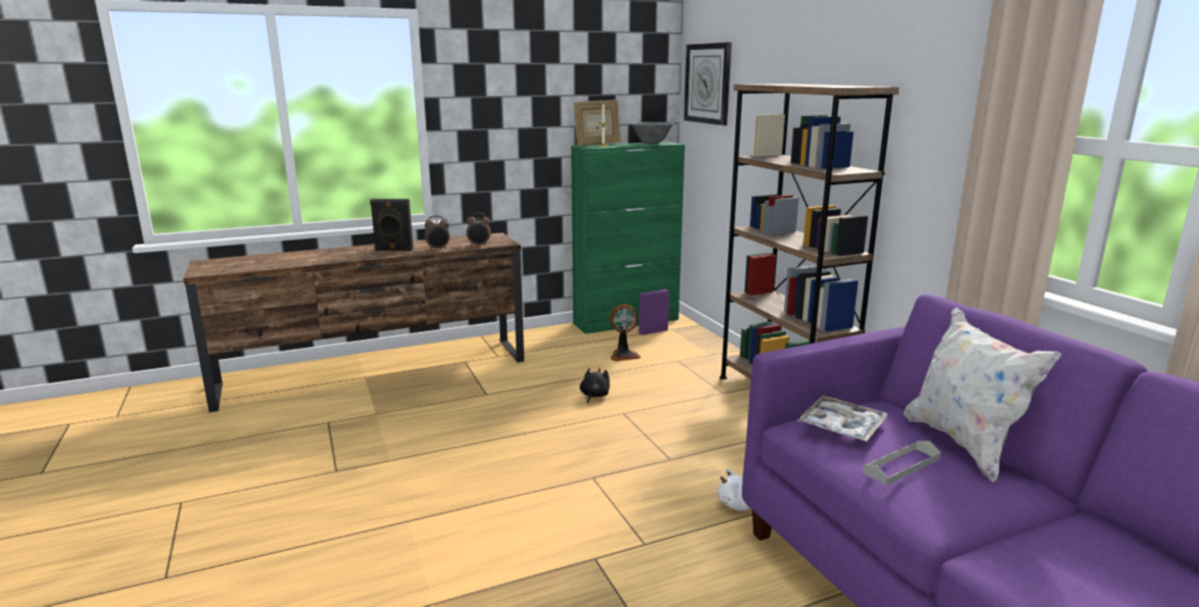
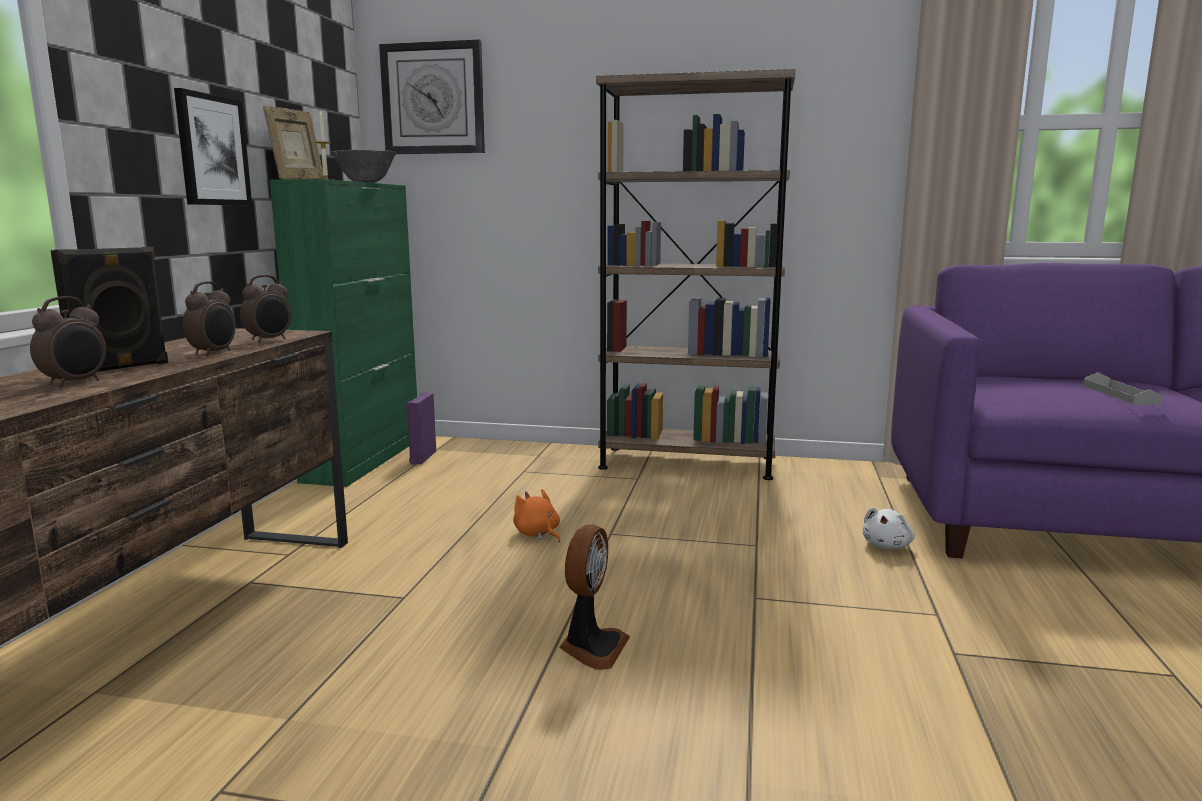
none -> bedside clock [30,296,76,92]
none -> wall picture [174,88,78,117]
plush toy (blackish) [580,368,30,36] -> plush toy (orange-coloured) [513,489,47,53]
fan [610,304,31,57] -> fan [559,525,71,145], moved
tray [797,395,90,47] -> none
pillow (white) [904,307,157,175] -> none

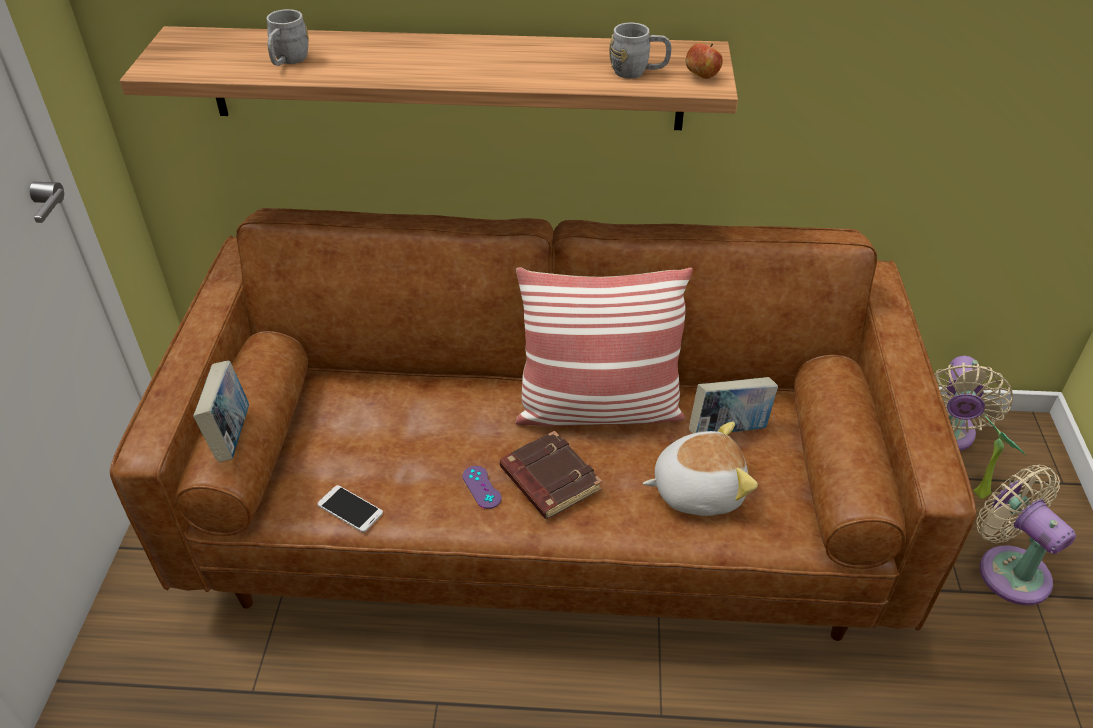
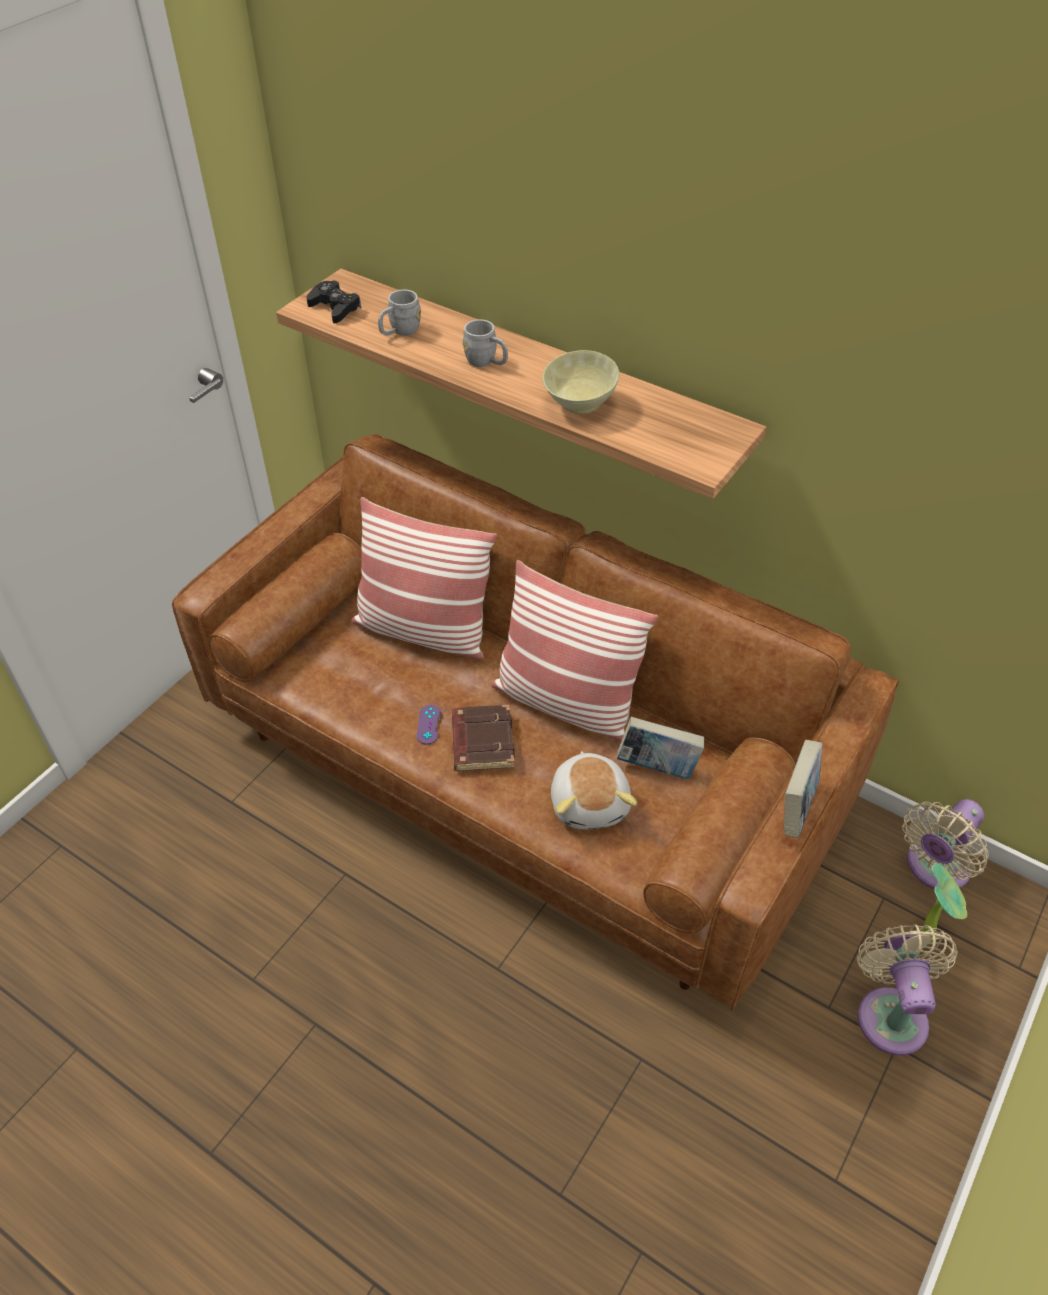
none -> game controller (blackish) [307,281,54,43]
none -> pillow [351,497,146,163]
mug (grey) [609,23,62,56] -> mug (grey) [462,319,46,48], moved
none -> bowl (beige) [543,350,76,64]
plush toy [643,422,115,94] -> plush toy [551,751,86,78], 60 degrees clockwise
bound book [193,361,56,102] -> bound book [784,740,39,98], moved
telephone [317,485,66,47] -> none
apple [686,43,37,36] -> none

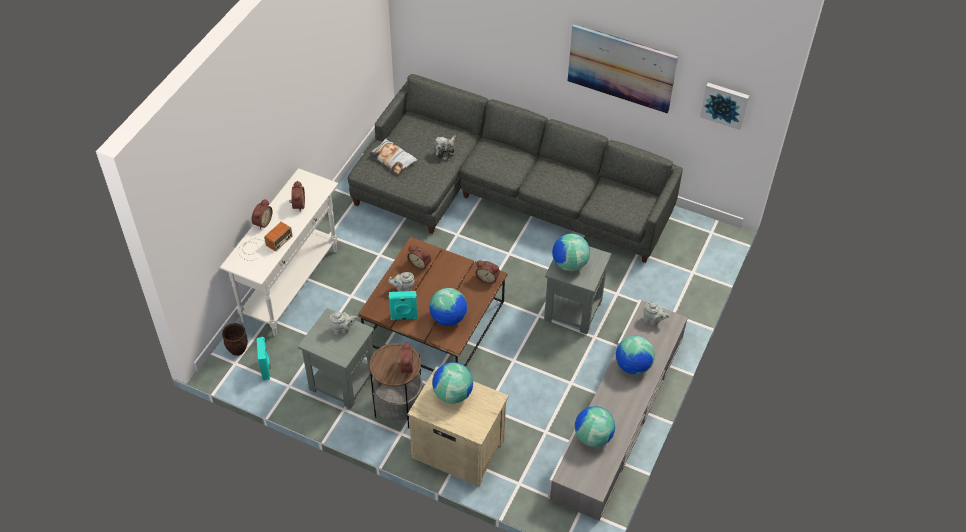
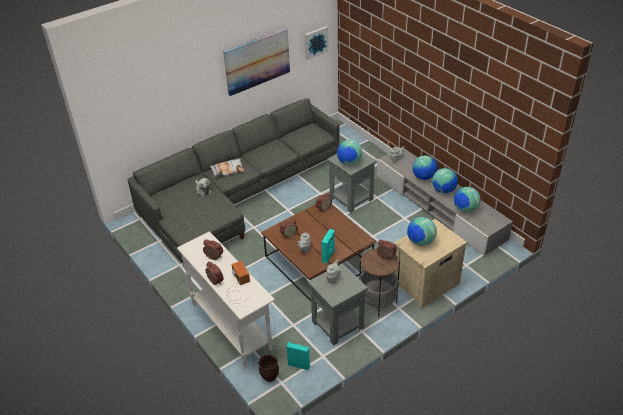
pillow [369,138,48,36] -> pillow [210,159,35,19], moved
globe [429,288,38,38] -> globe [432,168,26,25], moved

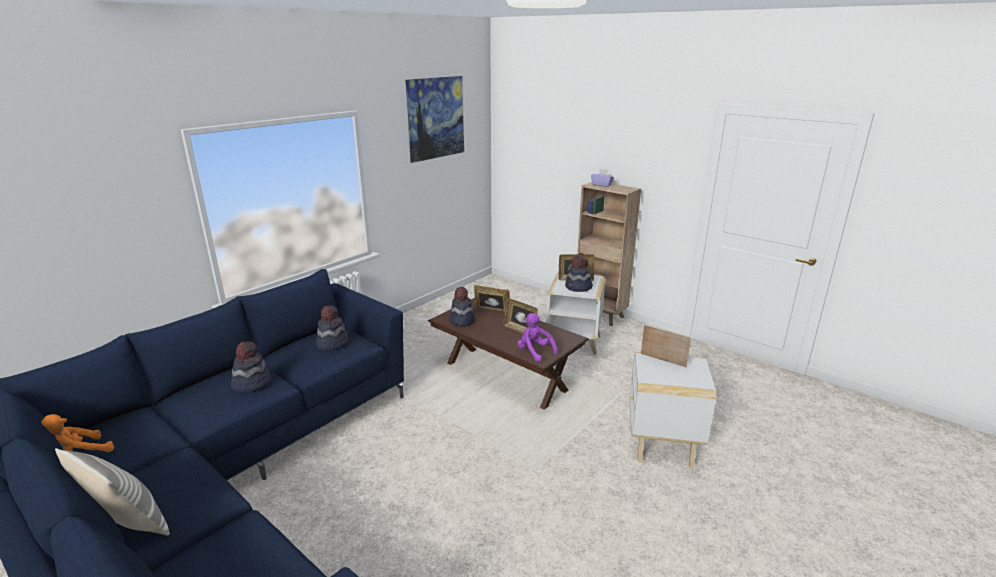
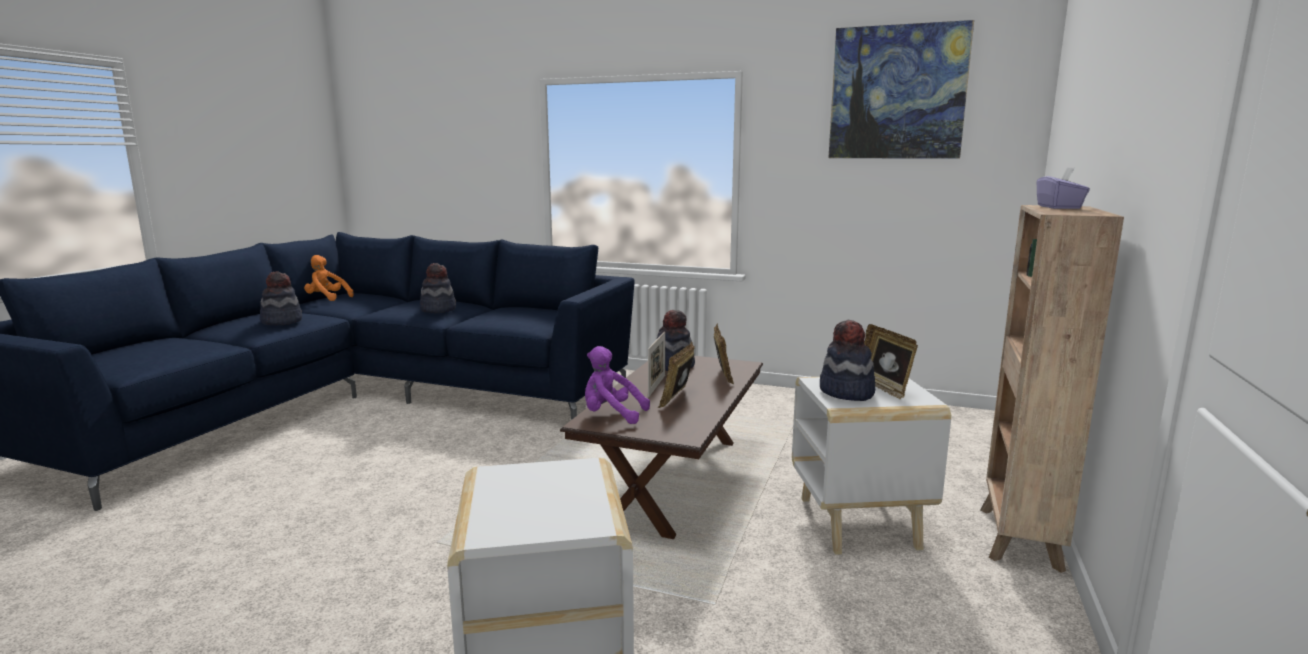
clothing hat [316,305,32,46] -> clothing hat [260,271,42,55], moved
plush toy (purple-coloured) [517,313,41,49] -> plush toy (purple-coloured) [585,346,65,78], 105 degrees counterclockwise
standing frame [641,324,51,44] -> standing frame [648,332,17,65], moved
pillow [55,448,115,88] -> none

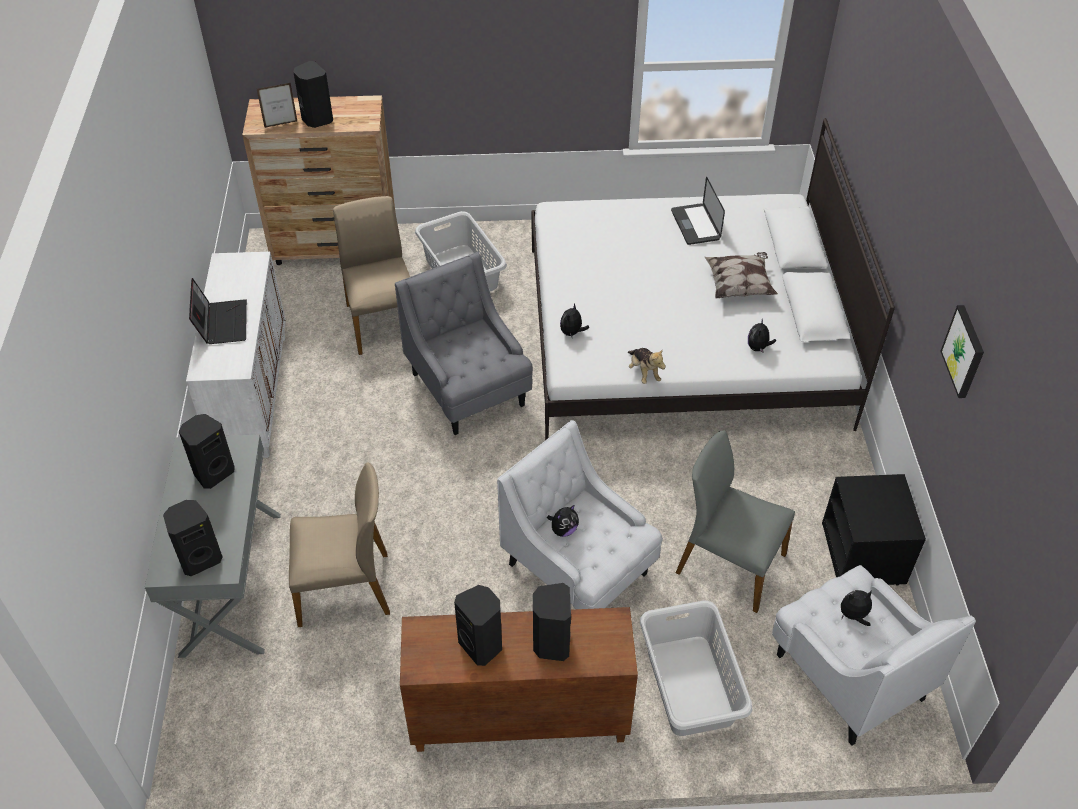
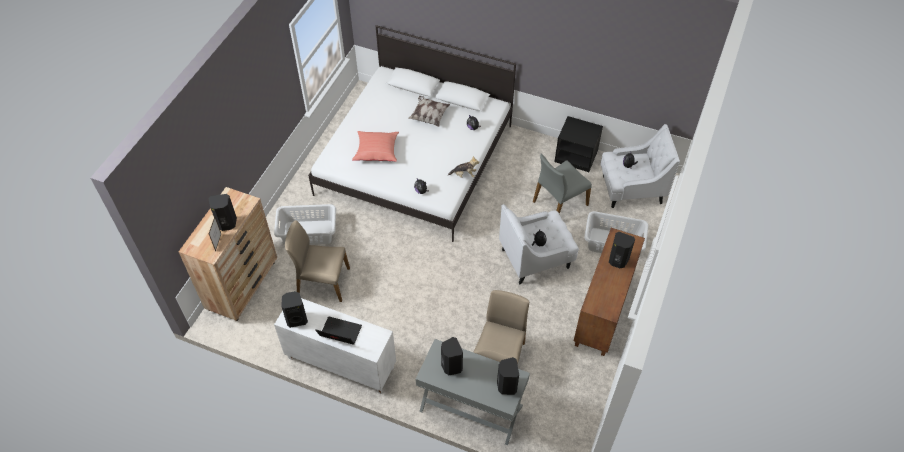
speaker (blackish) [454,585,48,81] -> speaker (blackish) [281,291,27,37], moved
none -> pillow (reddish) [352,131,47,30]
lounge chair (grey) [395,252,138,183] -> none
portable computer [671,177,54,68] -> none
wall picture [940,305,44,93] -> none

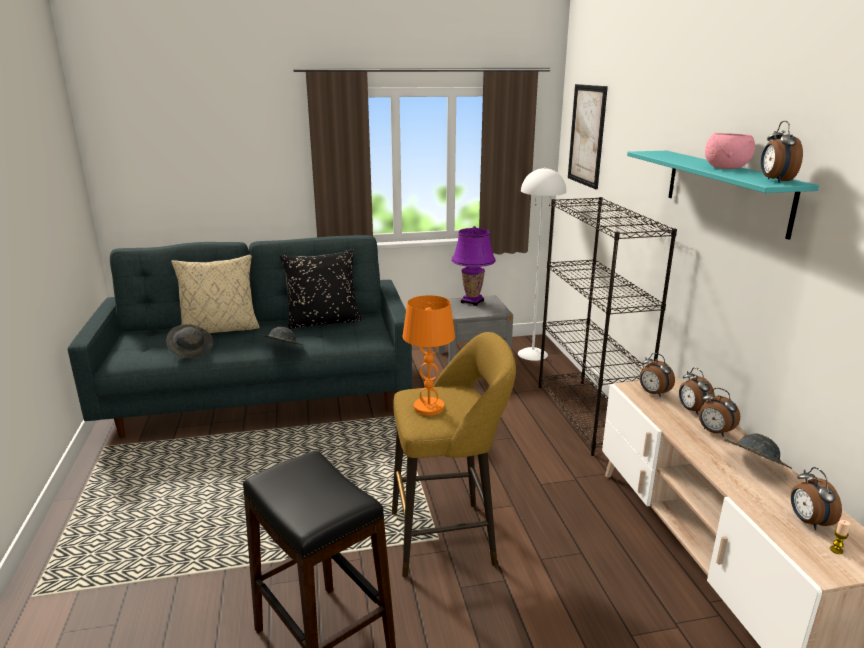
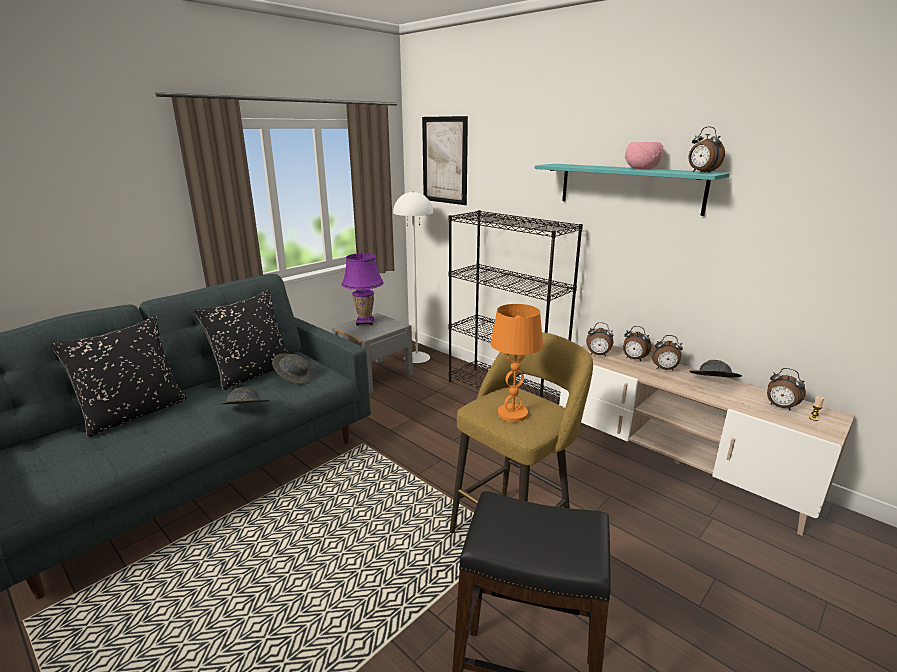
pillow (beige) [171,255,89,78] -> pillow (blackish) [50,316,137,121]
clothing hat (grey) [166,324,47,34] -> clothing hat (grey) [272,353,44,31], moved

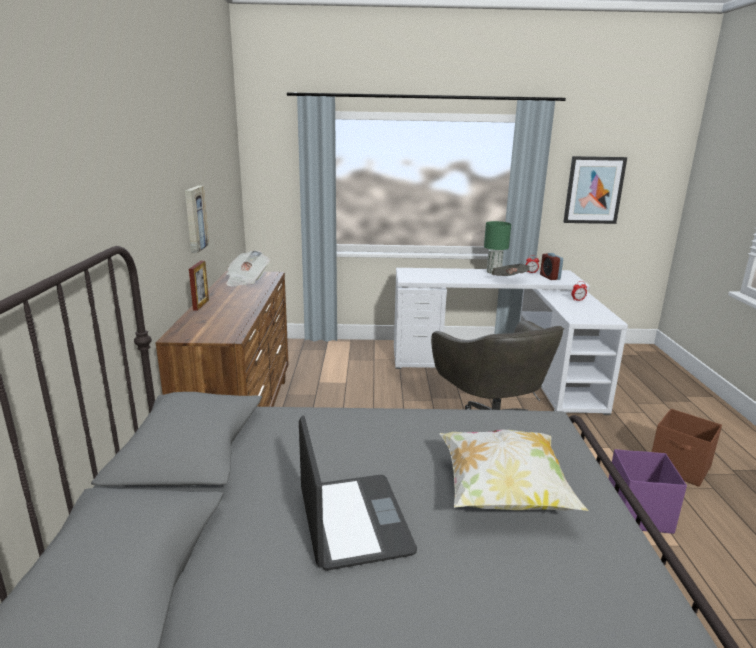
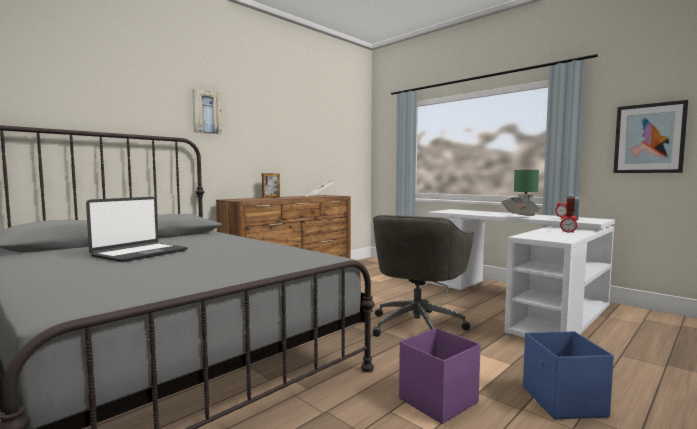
wall picture [185,186,24,67] -> wall picture [192,89,30,45], moved
storage container (brown) [652,409,70,78] -> storage container (bluish) [523,331,91,88]
pillow [440,430,149,81] -> none

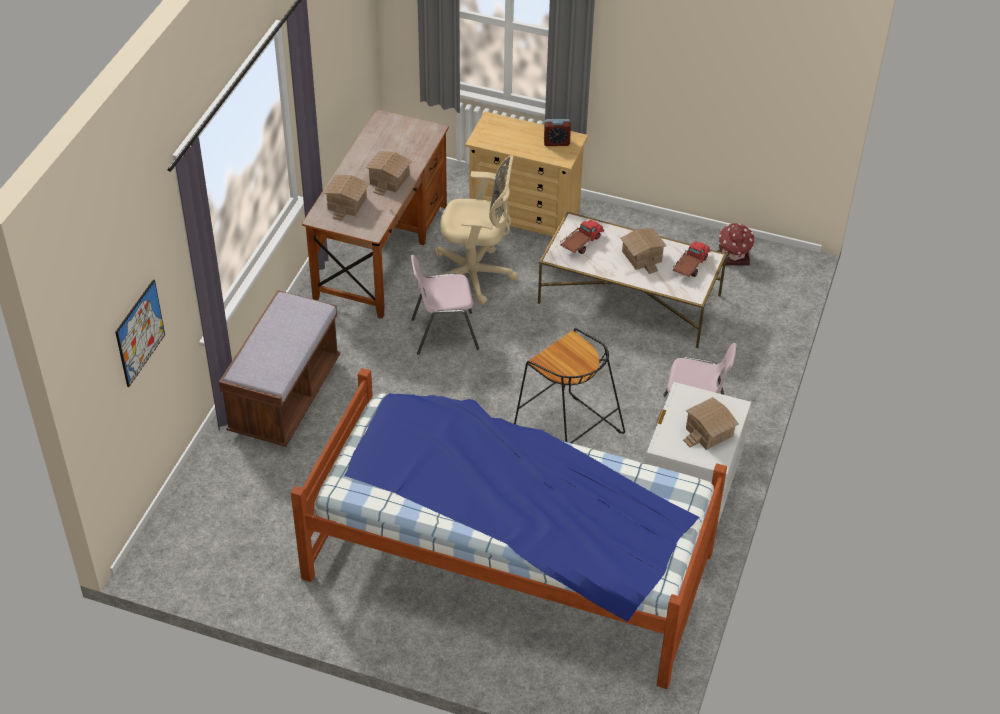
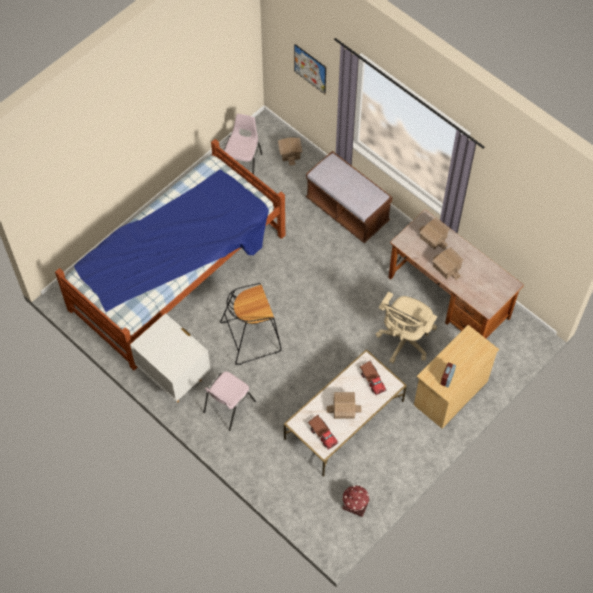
chair (pink) [411,255,68,100] -> chair (pink) [223,114,40,61], moved
miniature house [683,397,56,53] -> miniature house [278,137,24,29], moved

